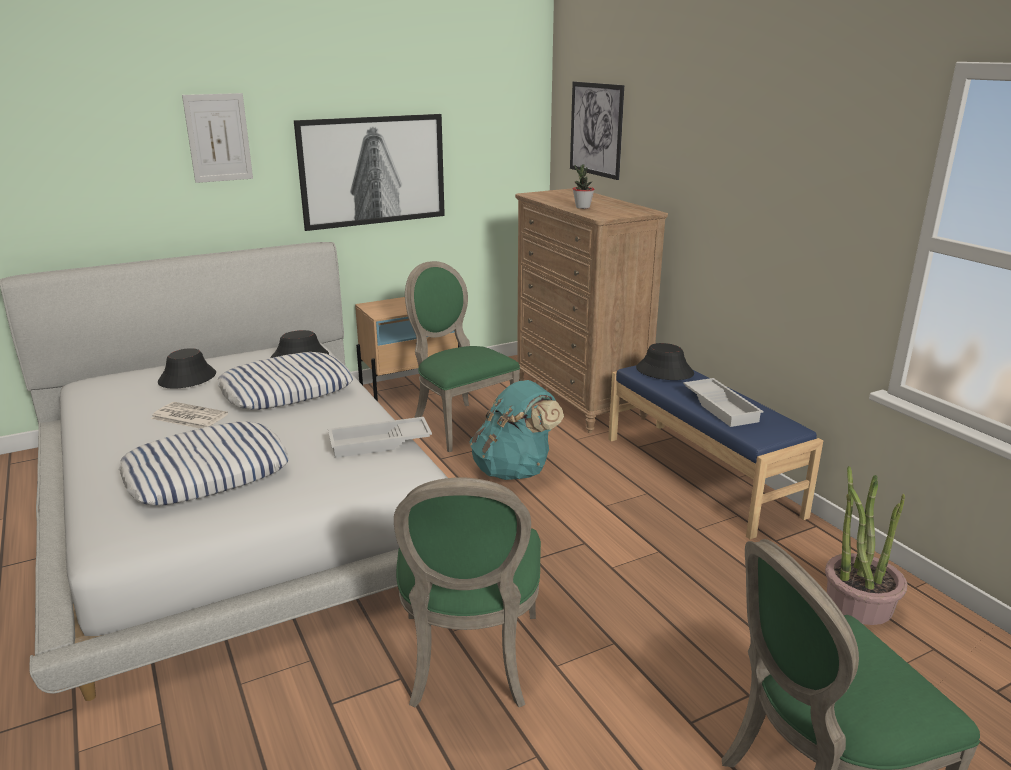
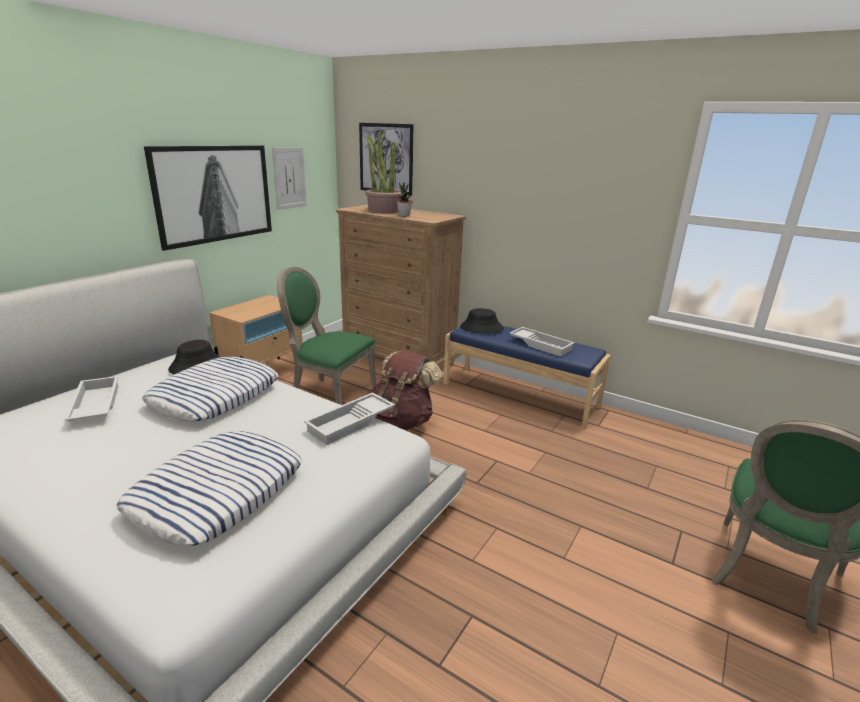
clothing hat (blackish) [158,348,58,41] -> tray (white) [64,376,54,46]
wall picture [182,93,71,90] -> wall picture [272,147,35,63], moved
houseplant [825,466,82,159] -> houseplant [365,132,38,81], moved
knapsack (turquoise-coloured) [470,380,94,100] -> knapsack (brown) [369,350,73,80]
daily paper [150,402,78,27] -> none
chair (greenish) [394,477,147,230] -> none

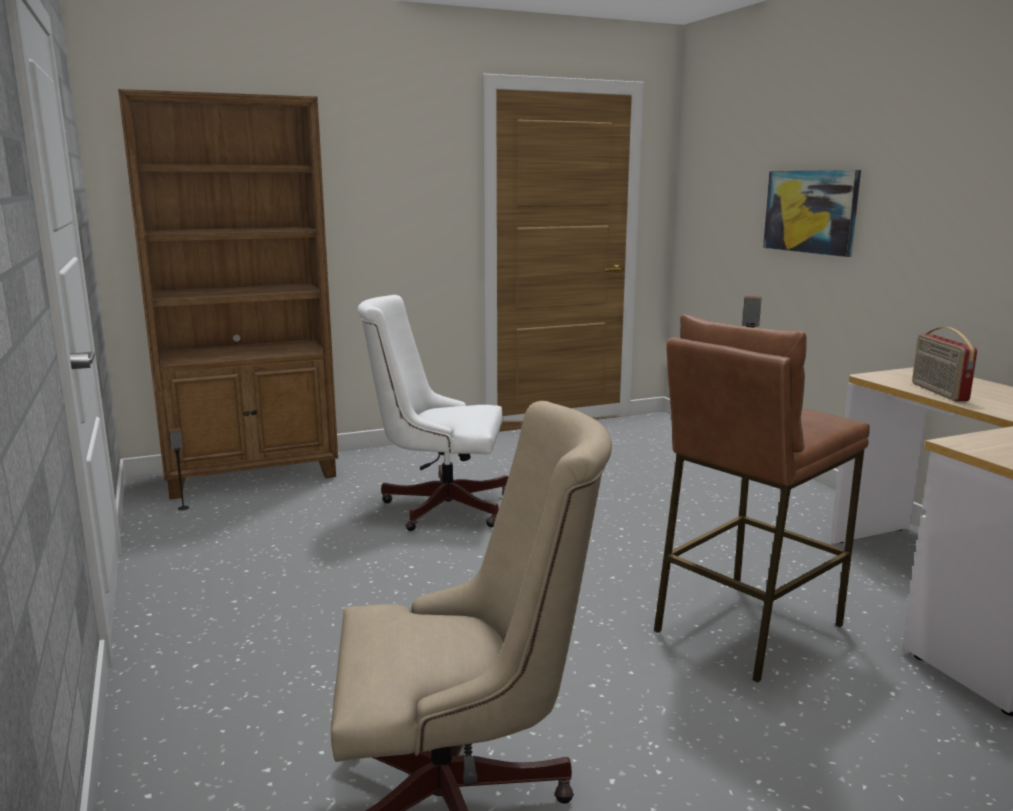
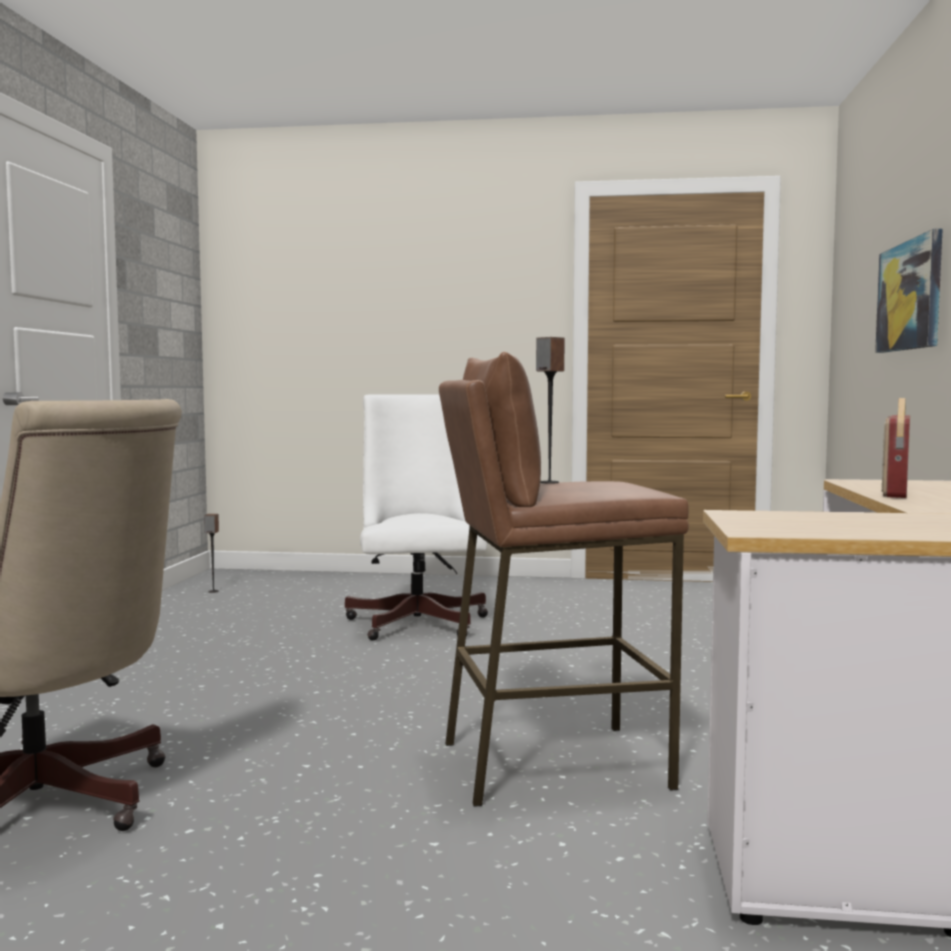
office chair (white) [357,295,151,236] -> office chair (white) [345,394,143,247], 45 degrees clockwise
bookshelf (brown) [118,89,220,410] -> none

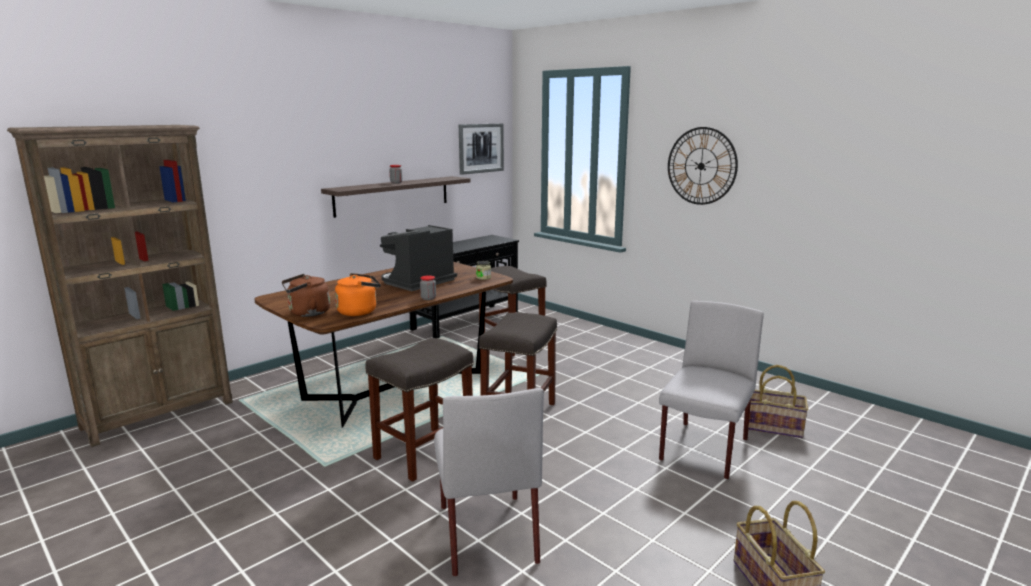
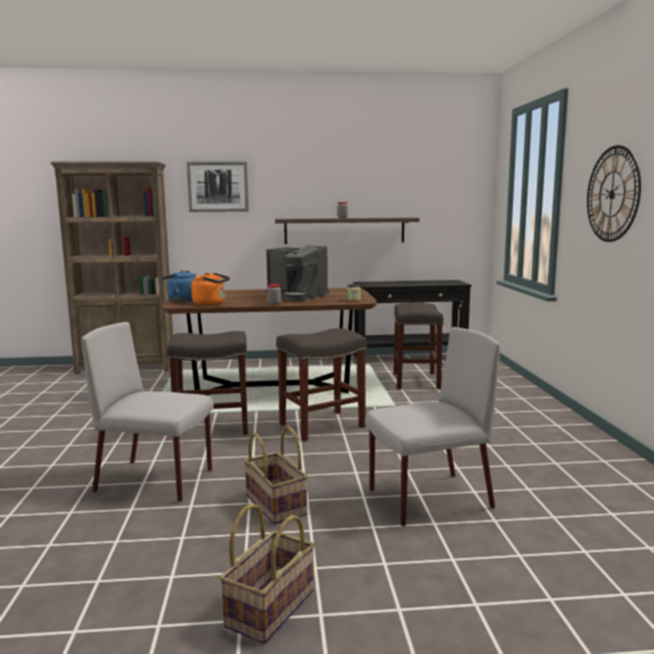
chair (grey) [434,388,110,189] -> chair (grey) [82,322,132,180], 75 degrees clockwise
tea kettle (brown) [282,274,48,43] -> tea kettle (bluish) [161,270,35,32]
wall picture [459,123,45,52] -> wall picture [186,161,63,51], moved
storage basket [748,365,60,73] -> storage basket [244,426,64,98], moved
coffee brewer [380,225,77,66] -> coffee brewer [265,246,65,55], 135 degrees counterclockwise

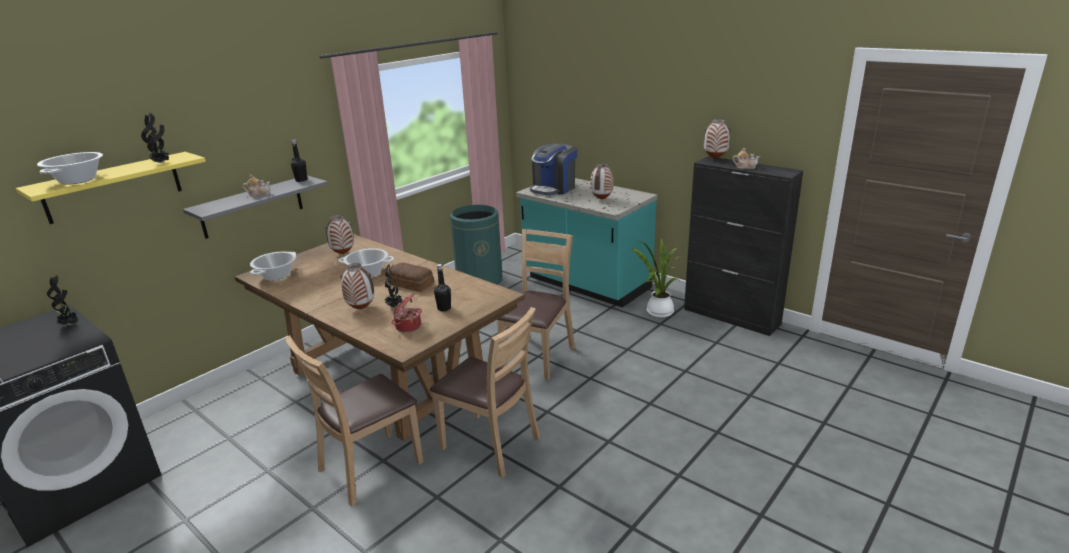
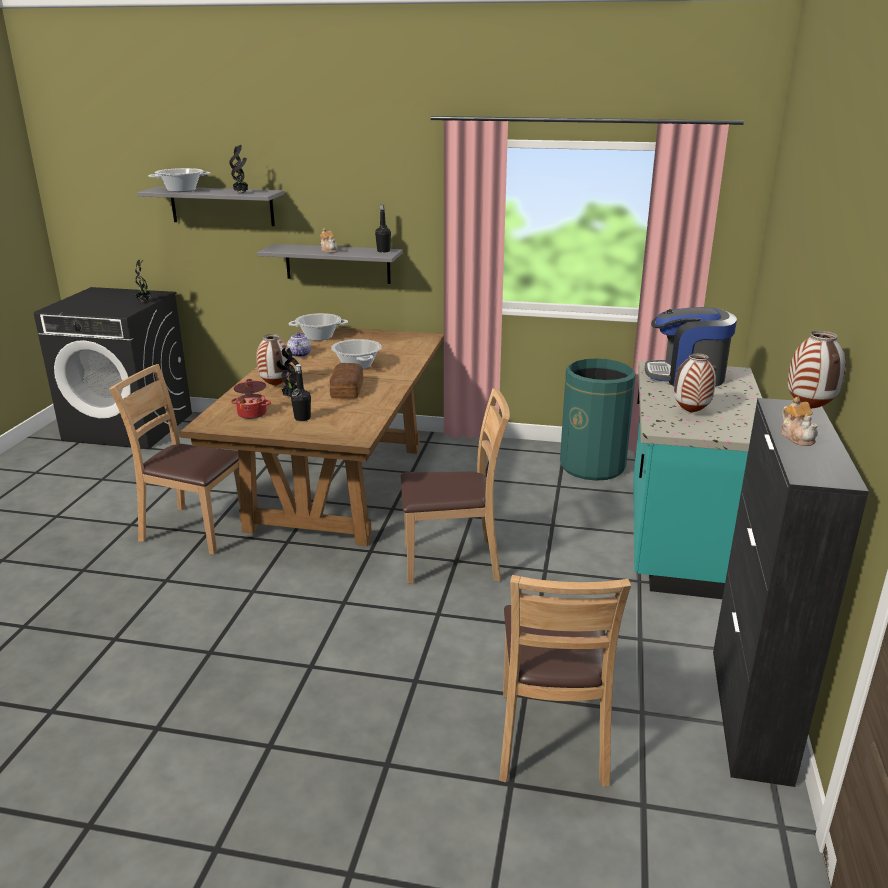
bracket shelf (yellow-coloured) [16,152,190,72] -> bracket shelf (grey) [137,186,148,40]
none -> tea pot [287,332,24,25]
chair (brown) [430,307,110,171] -> chair (brown) [499,575,132,212], moved
vase [325,215,29,39] -> none
houseplant [632,239,48,79] -> none

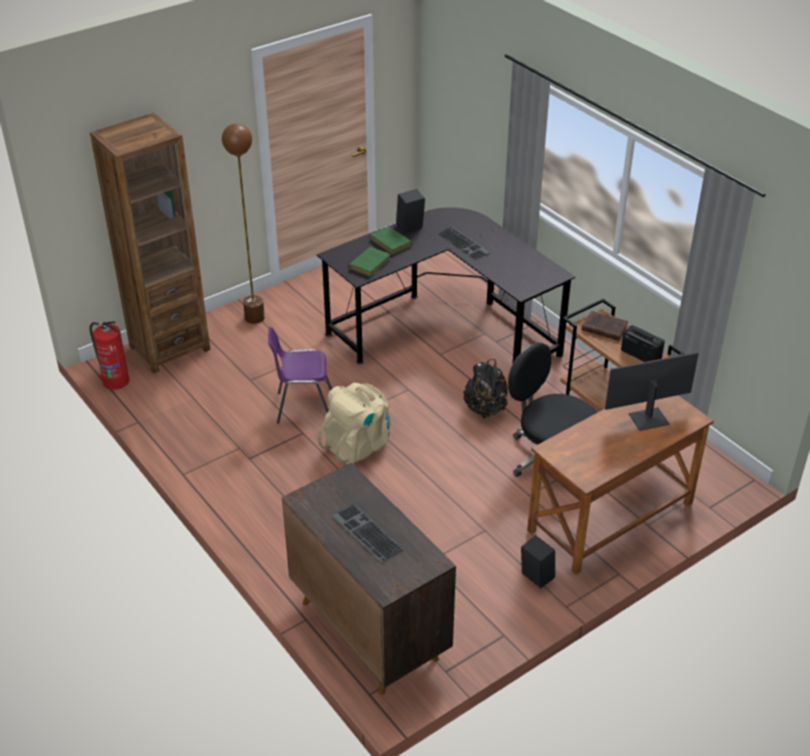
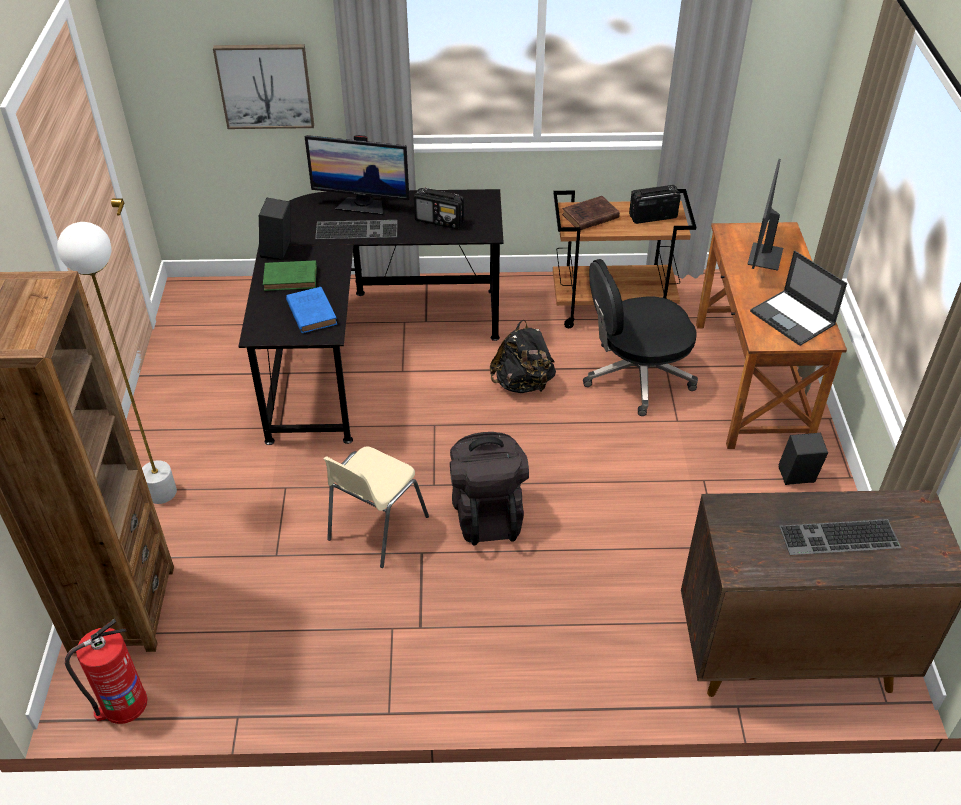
floor lamp (brown) [222,123,43,201] -> floor lamp (white) [57,222,120,282]
none -> wall picture [213,44,101,85]
bound book (greenish) [349,247,42,30] -> bound book (bluish) [286,287,51,46]
none -> computer display [305,135,104,80]
chair (purple-coloured) [268,327,64,97] -> chair (beige) [324,446,105,122]
none -> radio set [414,187,50,42]
knapsack (beige) [318,383,72,81] -> knapsack (blackish) [450,432,79,114]
none -> portable computer [750,250,97,96]

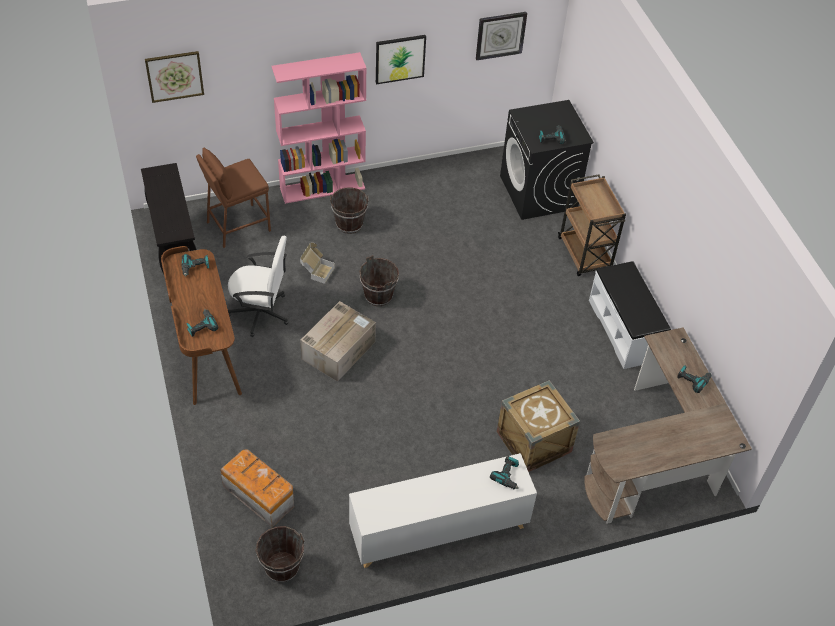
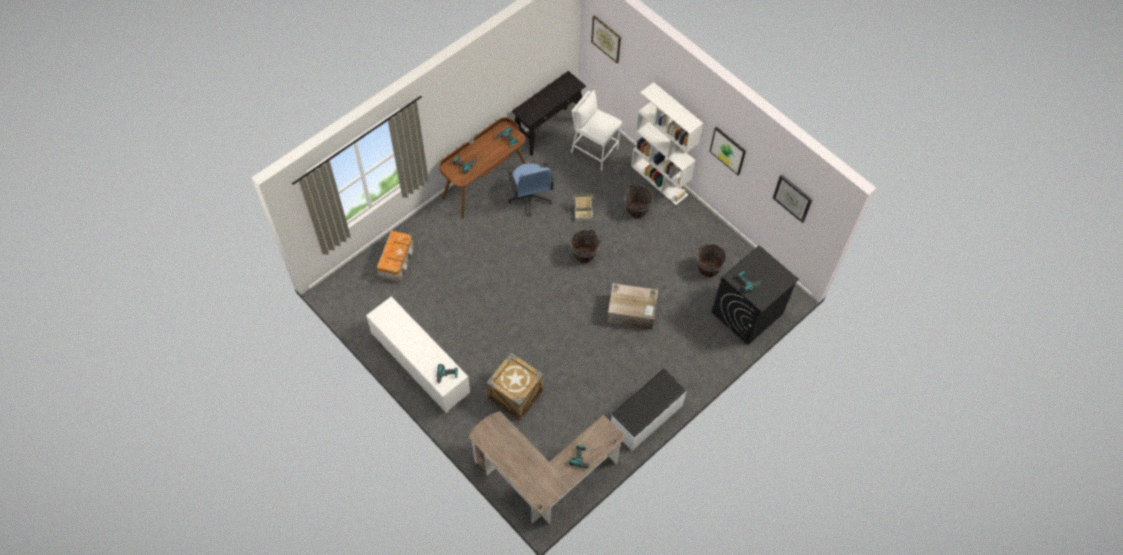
office chair (white) [228,236,60,101] -> office chair (bluish) [508,163,46,53]
stool seat (brown) [196,148,75,100] -> stool seat (white) [571,90,51,80]
cardboard box [300,301,76,81] -> cardboard box [607,283,51,47], moved
bookshelf (pink) [272,52,95,152] -> bookshelf (white) [631,82,72,123]
bucket (brown) [255,526,50,56] -> bucket (brown) [697,244,30,34], moved
wheeled cart (brown) [558,174,68,102] -> none

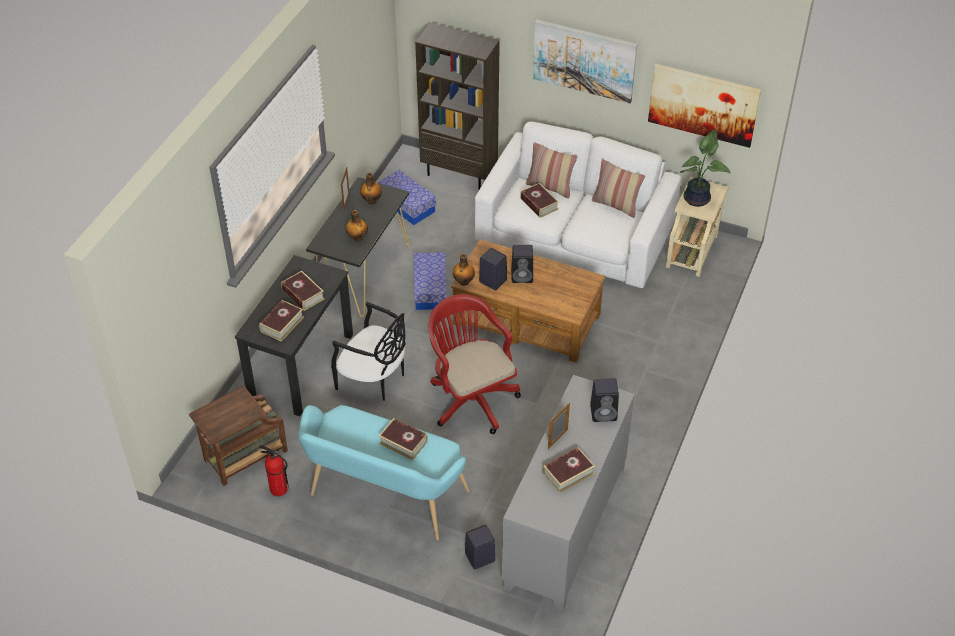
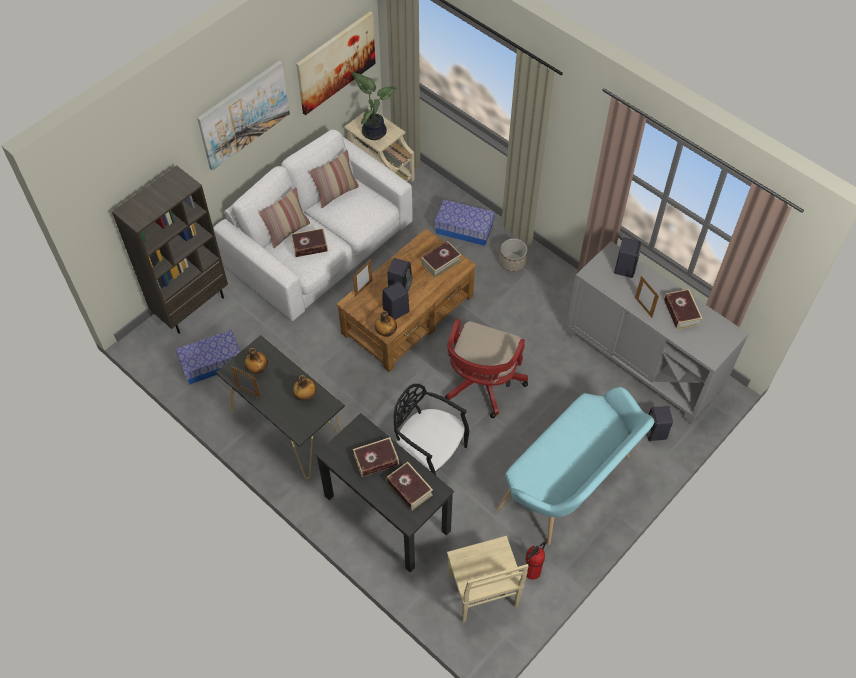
none -> standing frame [353,259,19,38]
chair (blackish) [331,302,75,99] -> chair (blackish) [394,384,75,91], 105 degrees counterclockwise
bound book [379,418,49,43] -> bound book [421,241,40,37], moved
storage container [414,252,33,58] -> storage container [435,199,60,47], moved
office chair (reddish) [428,294,93,140] -> office chair (reddish) [445,319,83,99], 60 degrees counterclockwise
side table (brown) [189,386,99,100] -> chair (beige) [447,536,81,87]
none -> planter [500,239,27,33]

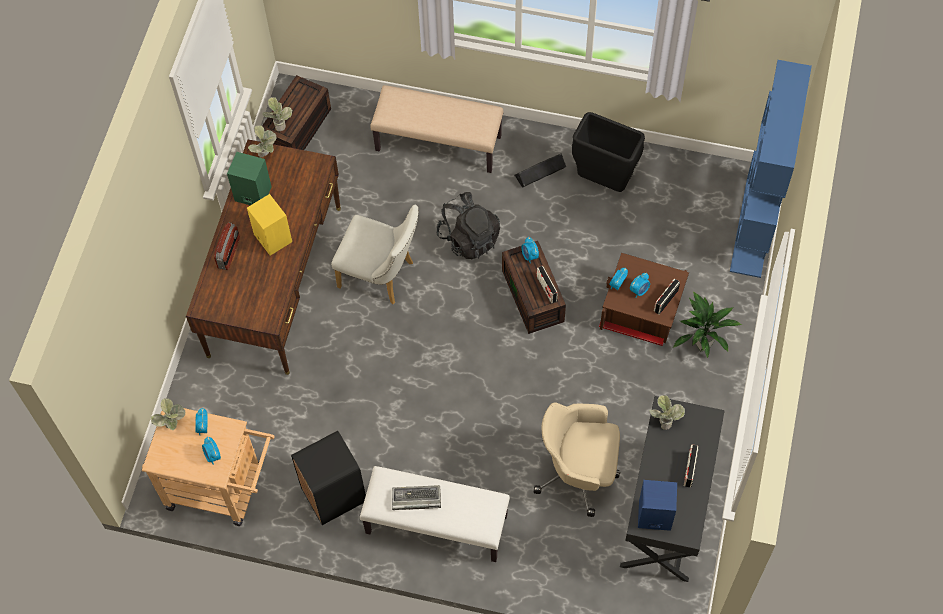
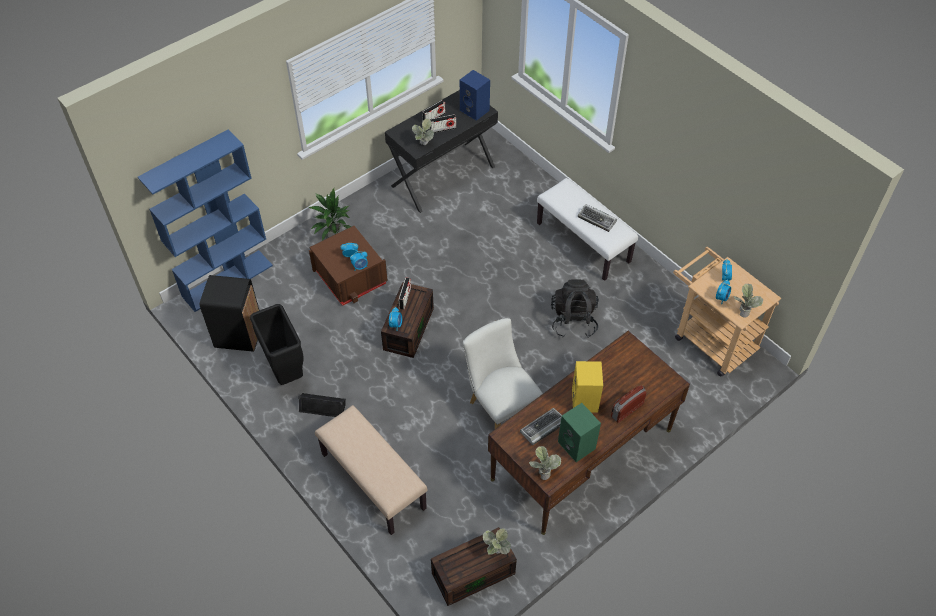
rubbish bin (blackish) [291,431,75,94] -> rubbish bin (blackish) [200,275,59,77], moved
radio set [654,278,26,37] -> radio set [430,114,26,19], moved
none -> computer keyboard [520,408,42,37]
knapsack (blackish) [436,192,64,67] -> knapsack (blackish) [551,280,48,58], moved
office chair (beige) [534,403,87,114] -> none

